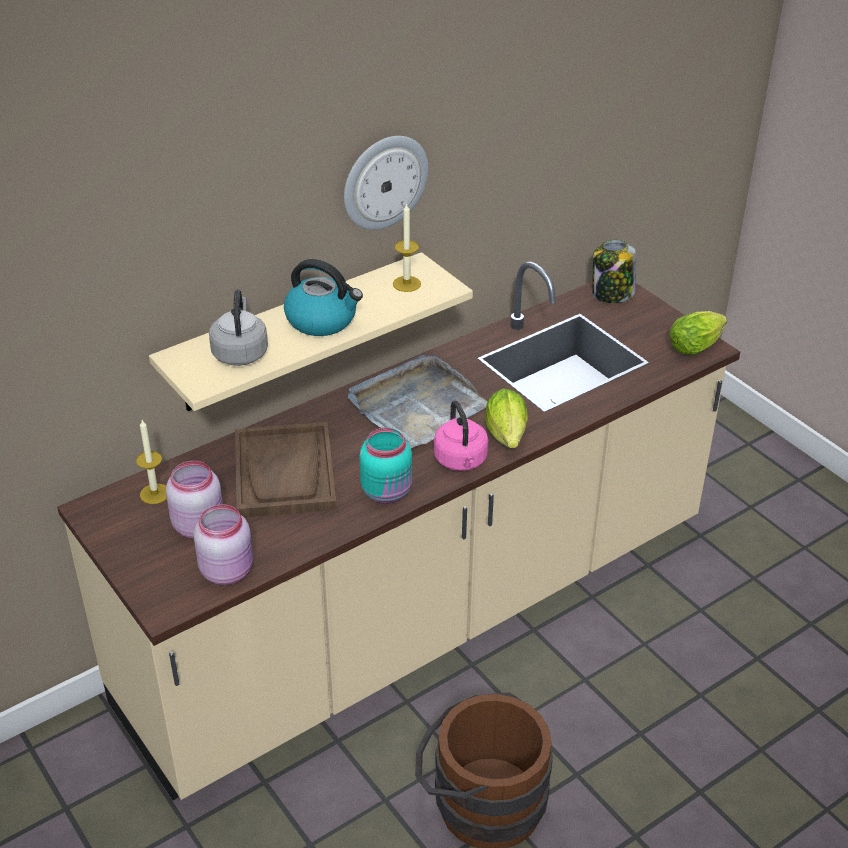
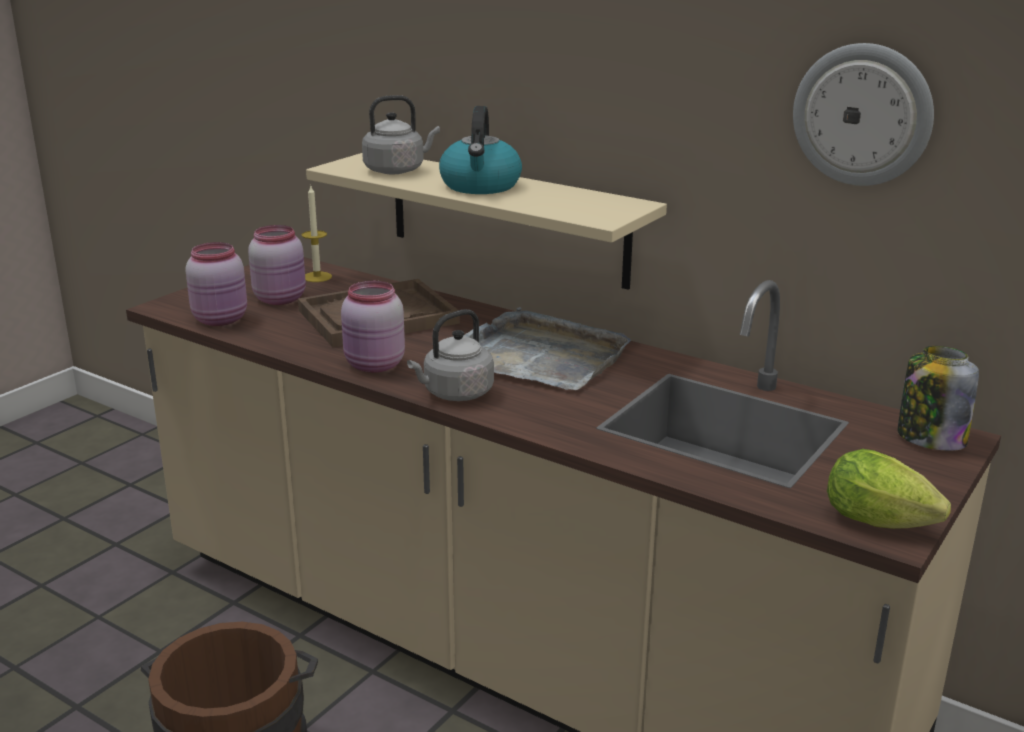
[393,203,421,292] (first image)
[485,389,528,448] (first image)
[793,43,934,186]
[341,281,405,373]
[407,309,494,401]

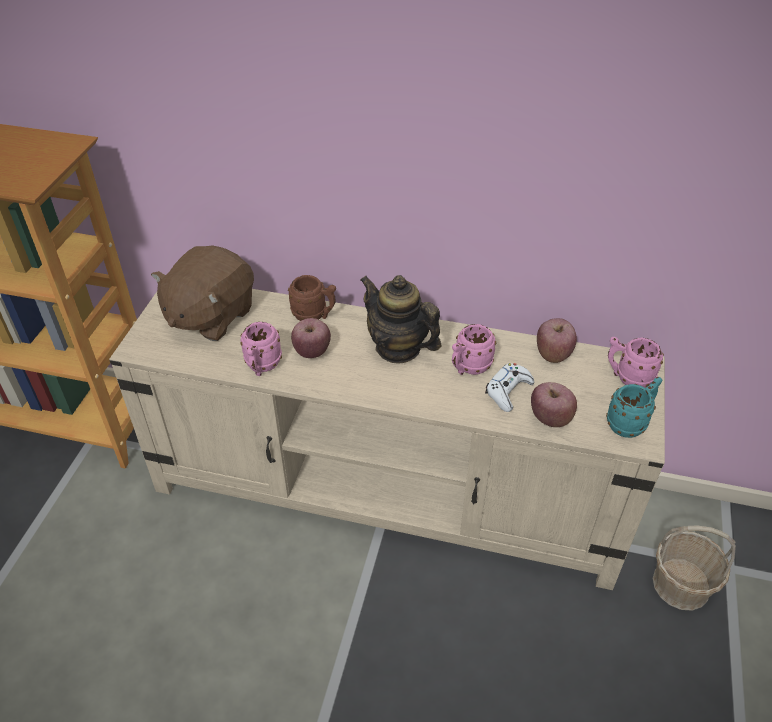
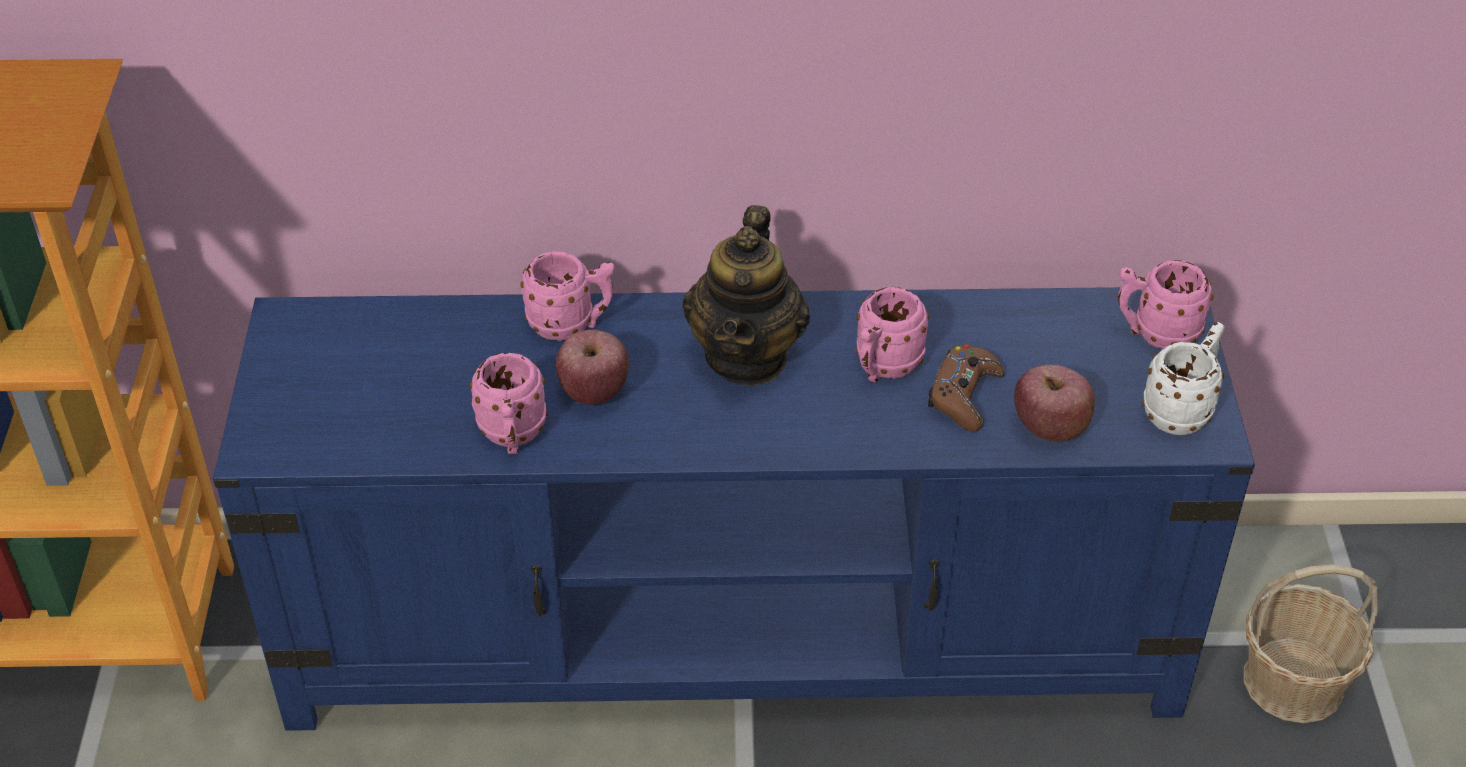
[151,245,254,341] (first image)
[537,318,577,363] (first image)
[213,287,1255,731]
[520,251,615,341]
[928,344,1005,432]
[1142,322,1224,435]
[682,205,810,385]

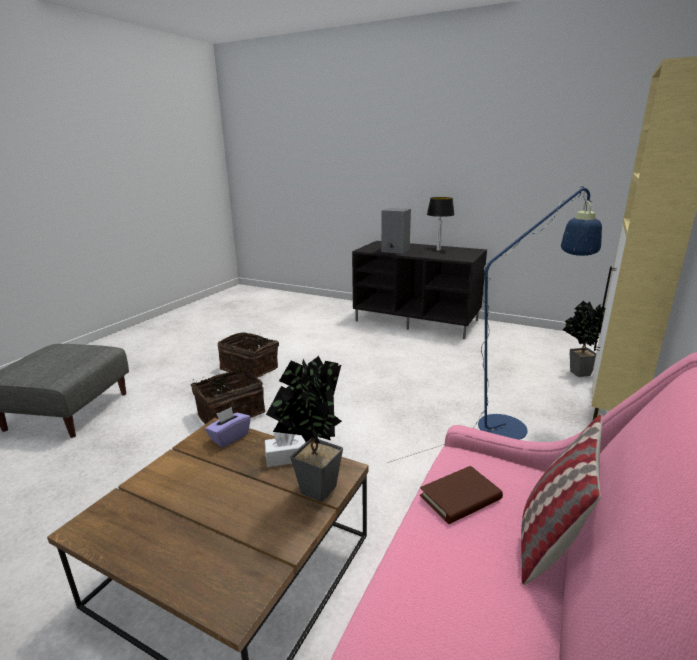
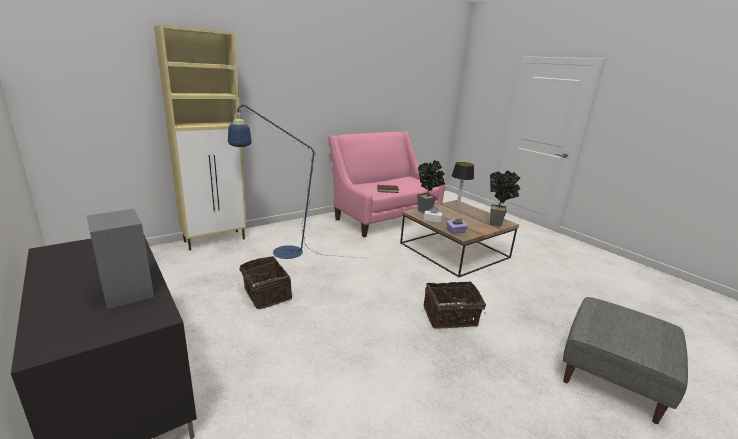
[521,415,603,585] (first image)
[240,256,292,309]
[451,162,474,205]
[490,171,520,226]

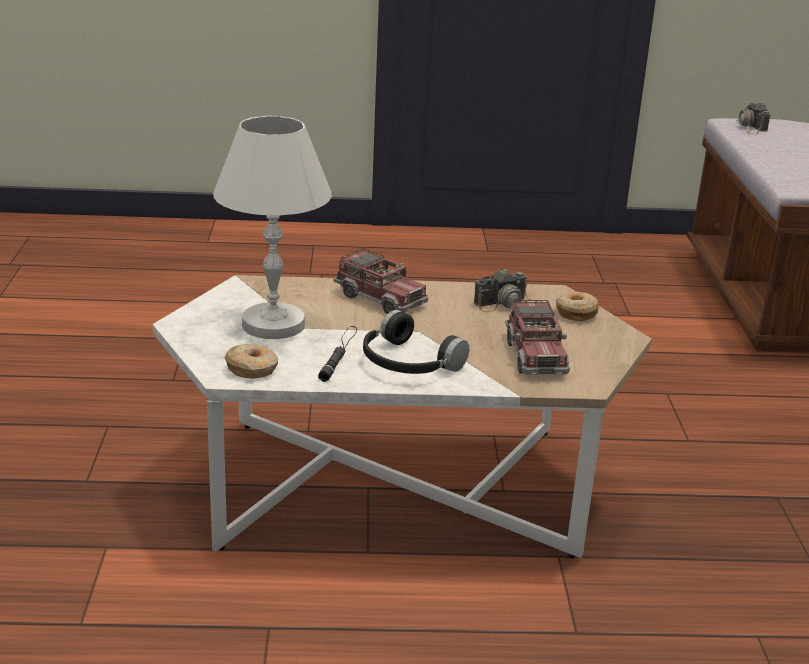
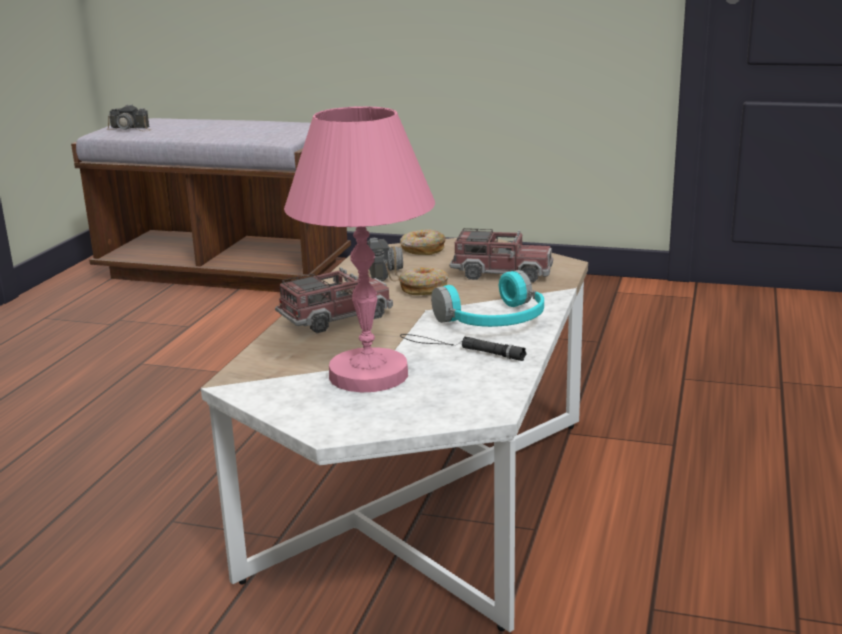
[399,267,448,295]
[284,106,435,392]
[431,270,544,327]

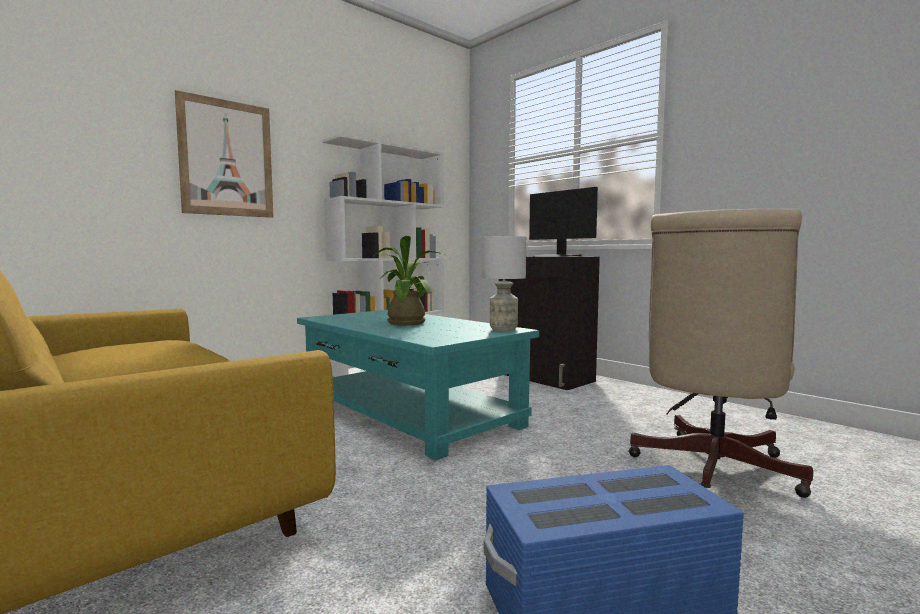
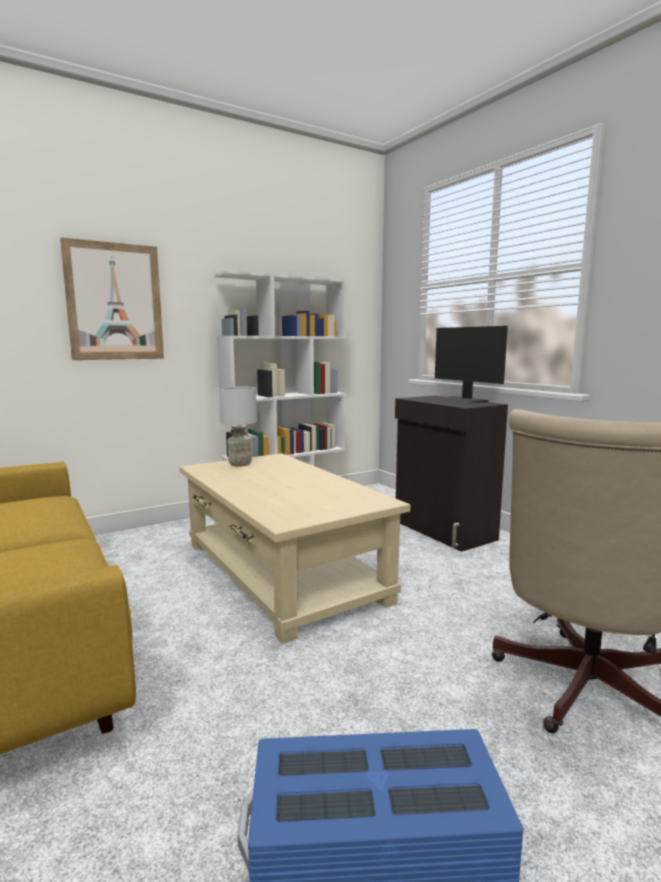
[373,235,445,326] (first image)
[219,386,257,467]
[179,453,410,644]

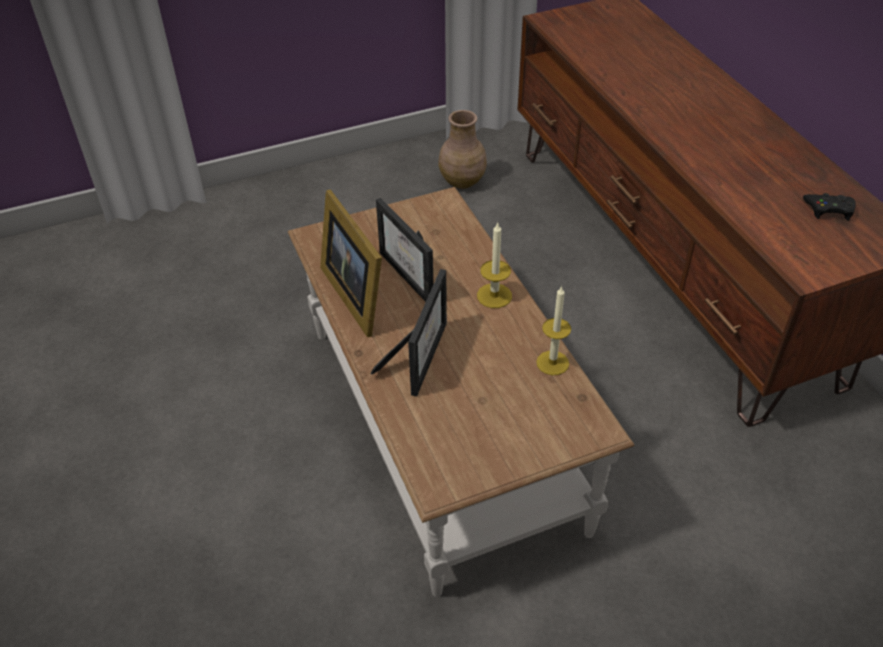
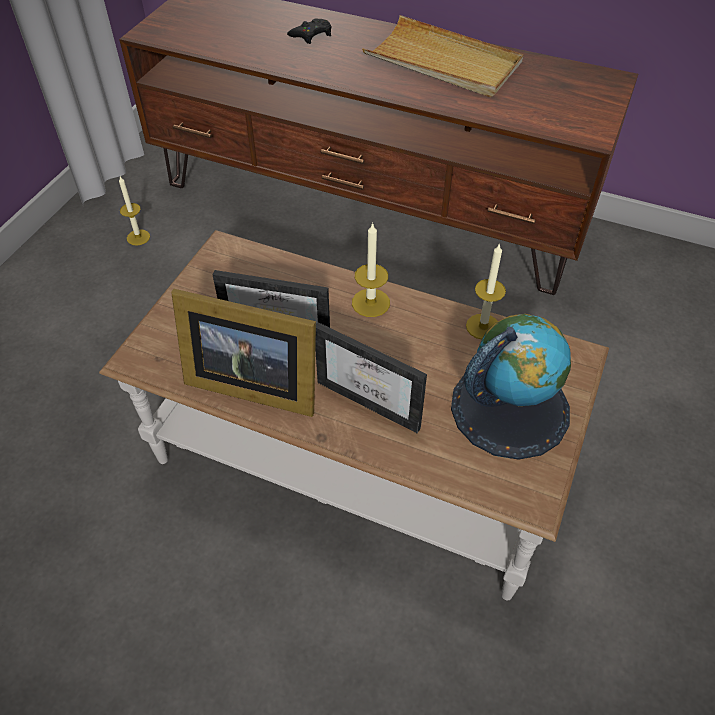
[362,15,524,97]
[451,314,571,460]
[287,18,331,44]
[119,177,150,245]
[315,322,427,433]

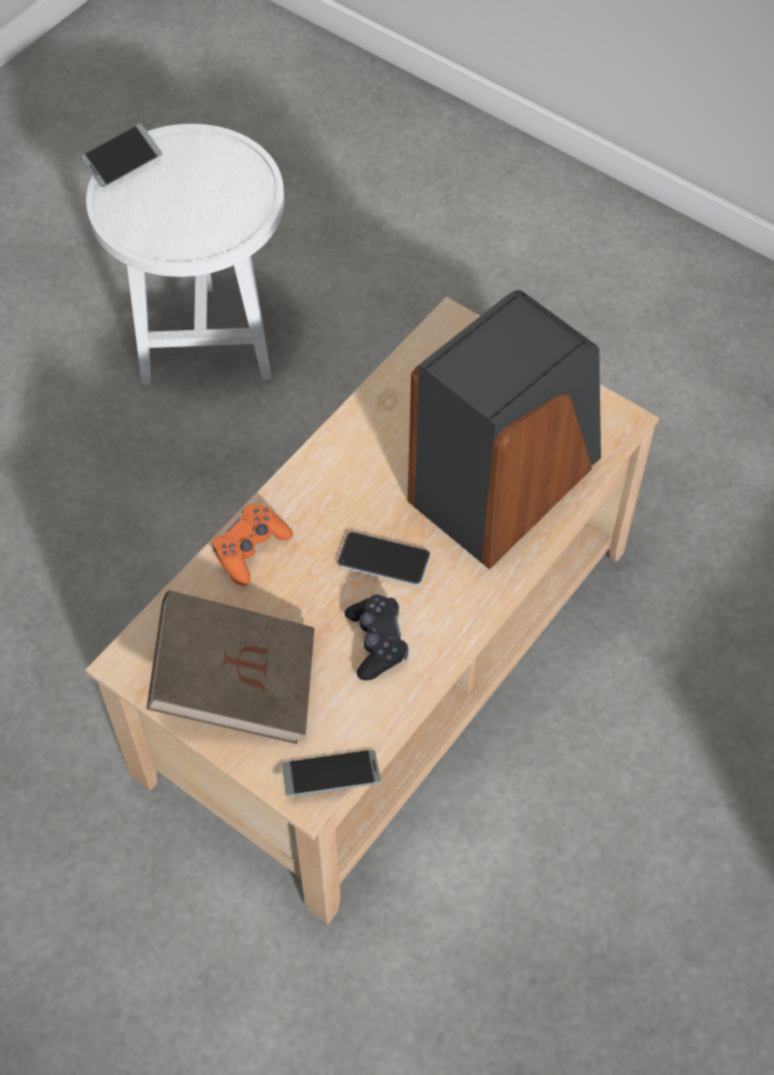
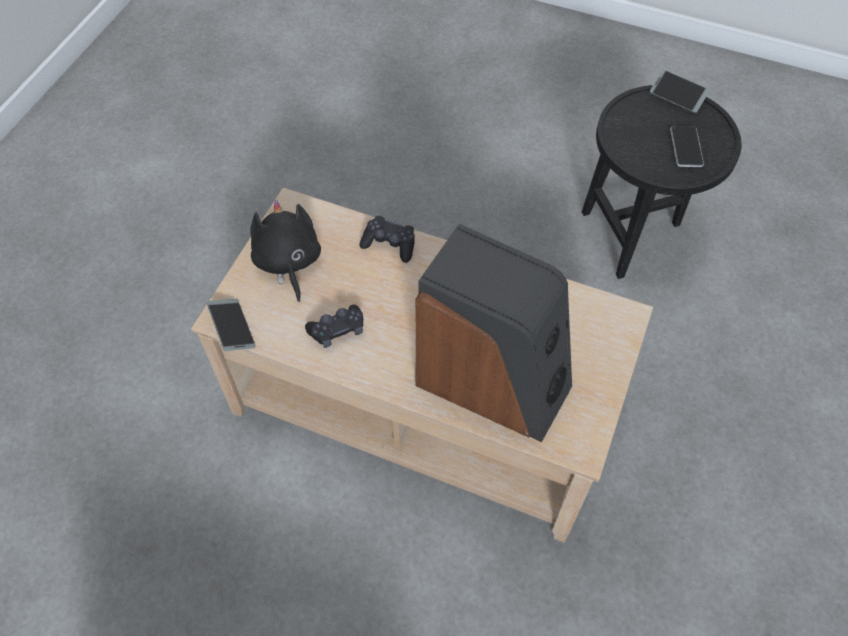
[670,126,704,167]
[250,200,321,302]
[582,85,741,279]
[359,216,415,263]

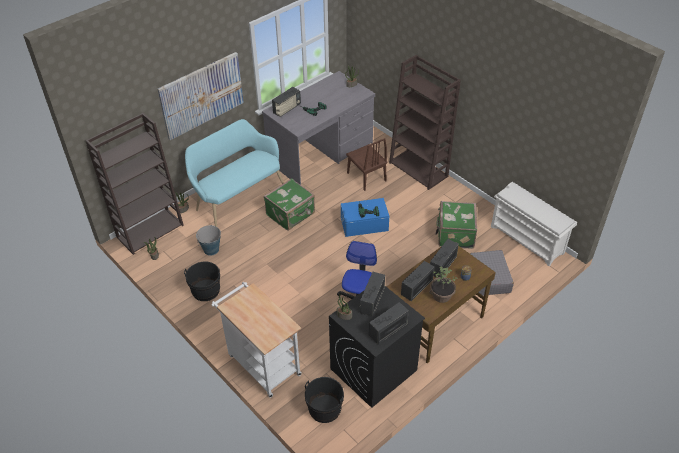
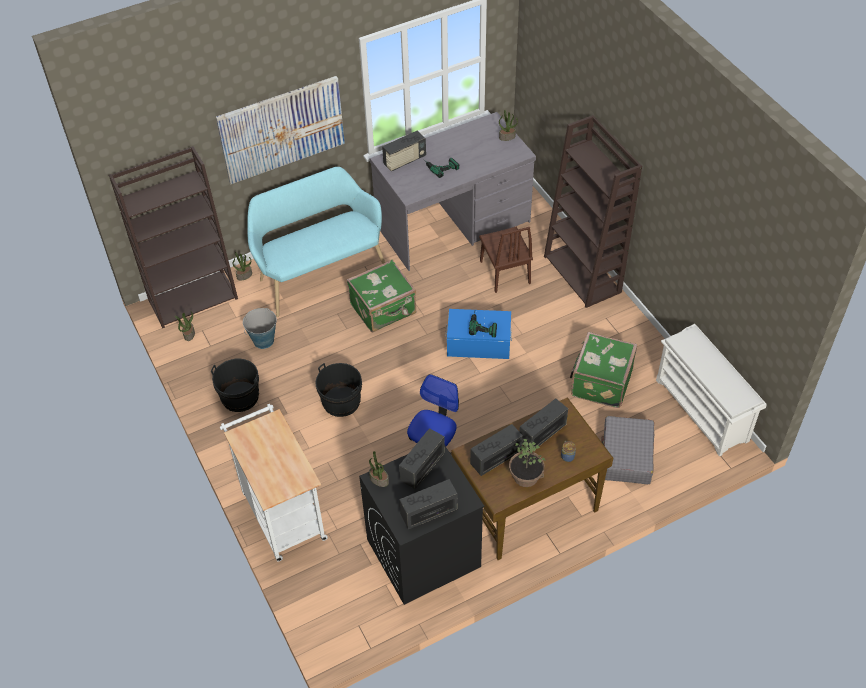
[315,363,362,417]

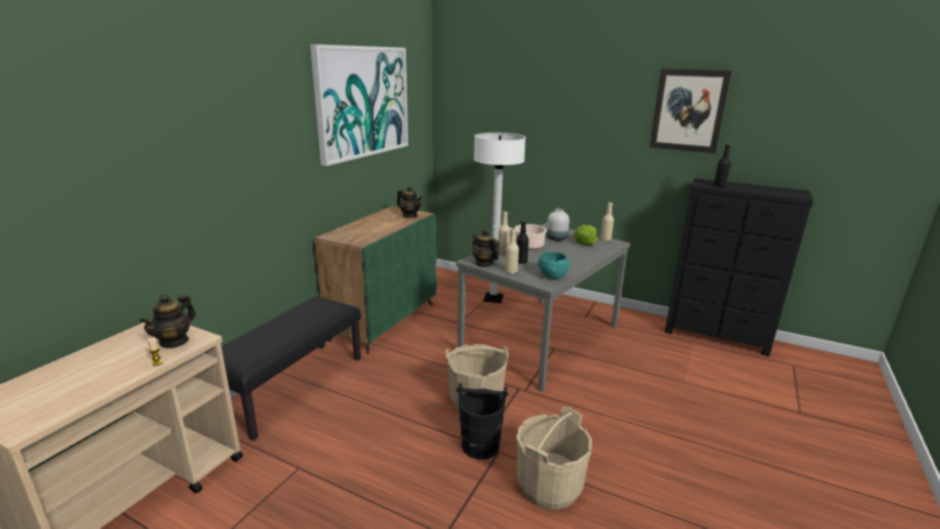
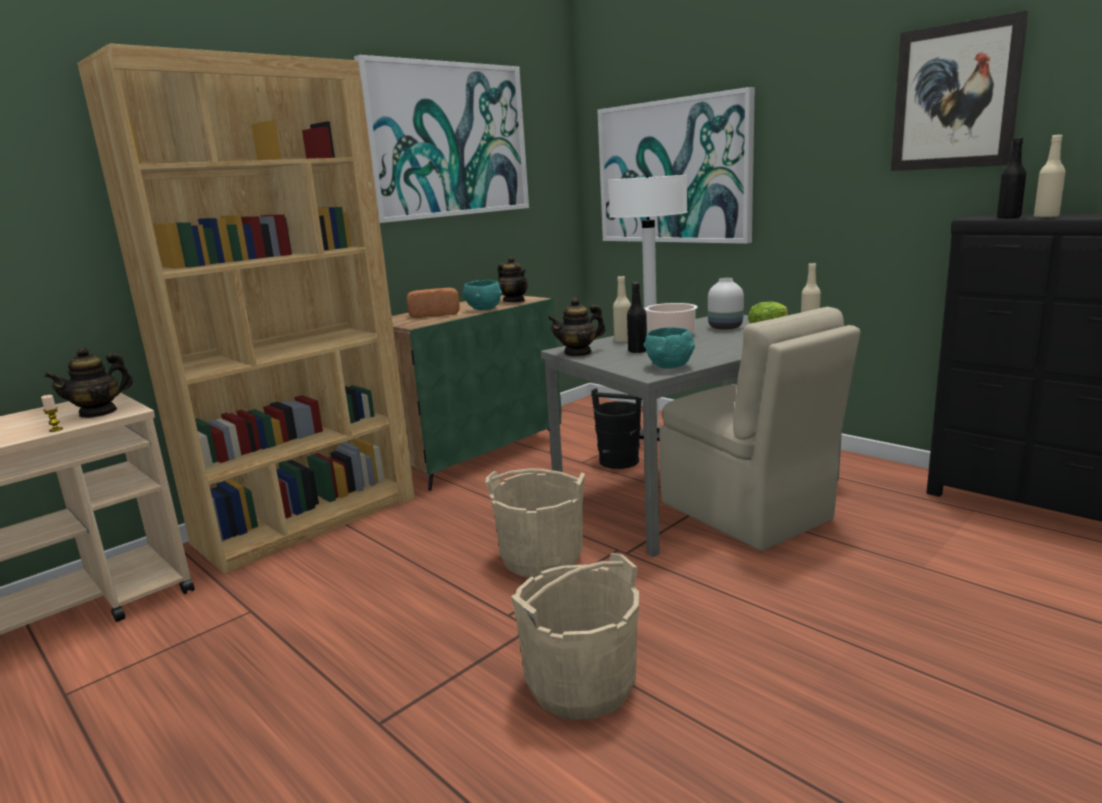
[407,288,460,318]
[463,280,502,310]
[598,87,755,244]
[660,307,861,551]
[591,388,642,469]
[1034,135,1066,218]
[77,43,415,574]
[547,297,605,357]

